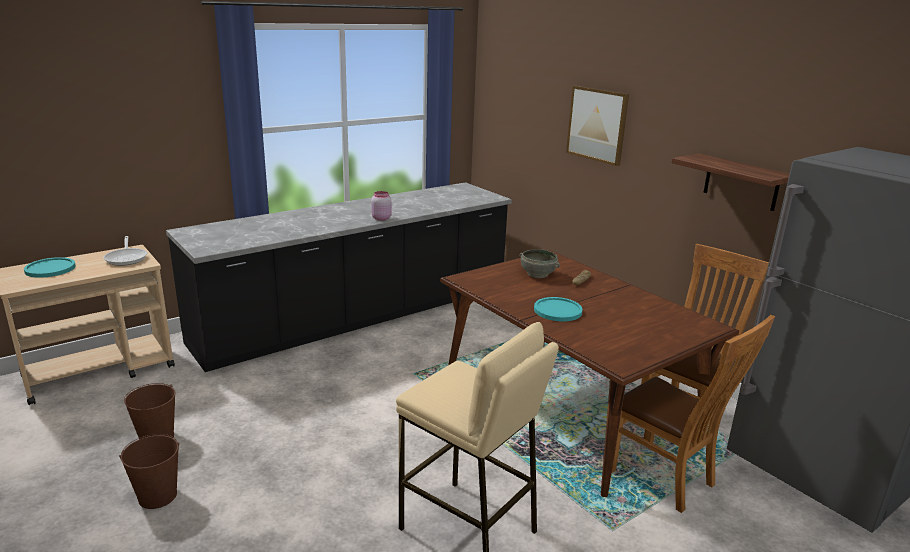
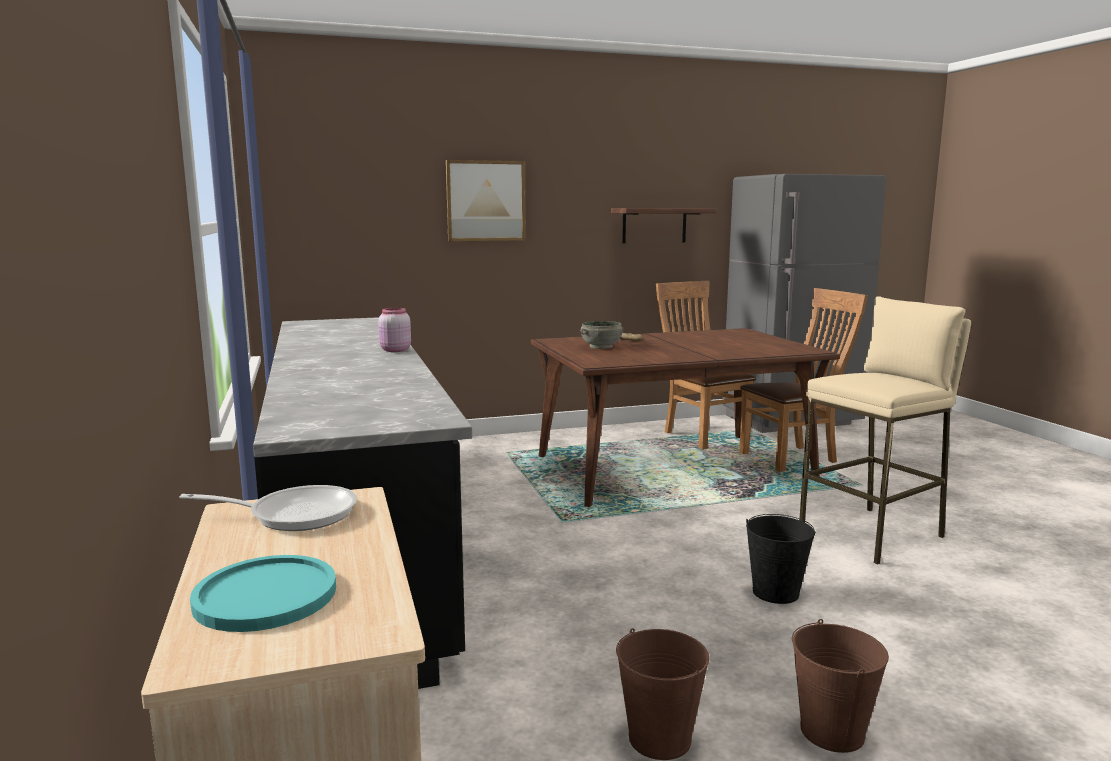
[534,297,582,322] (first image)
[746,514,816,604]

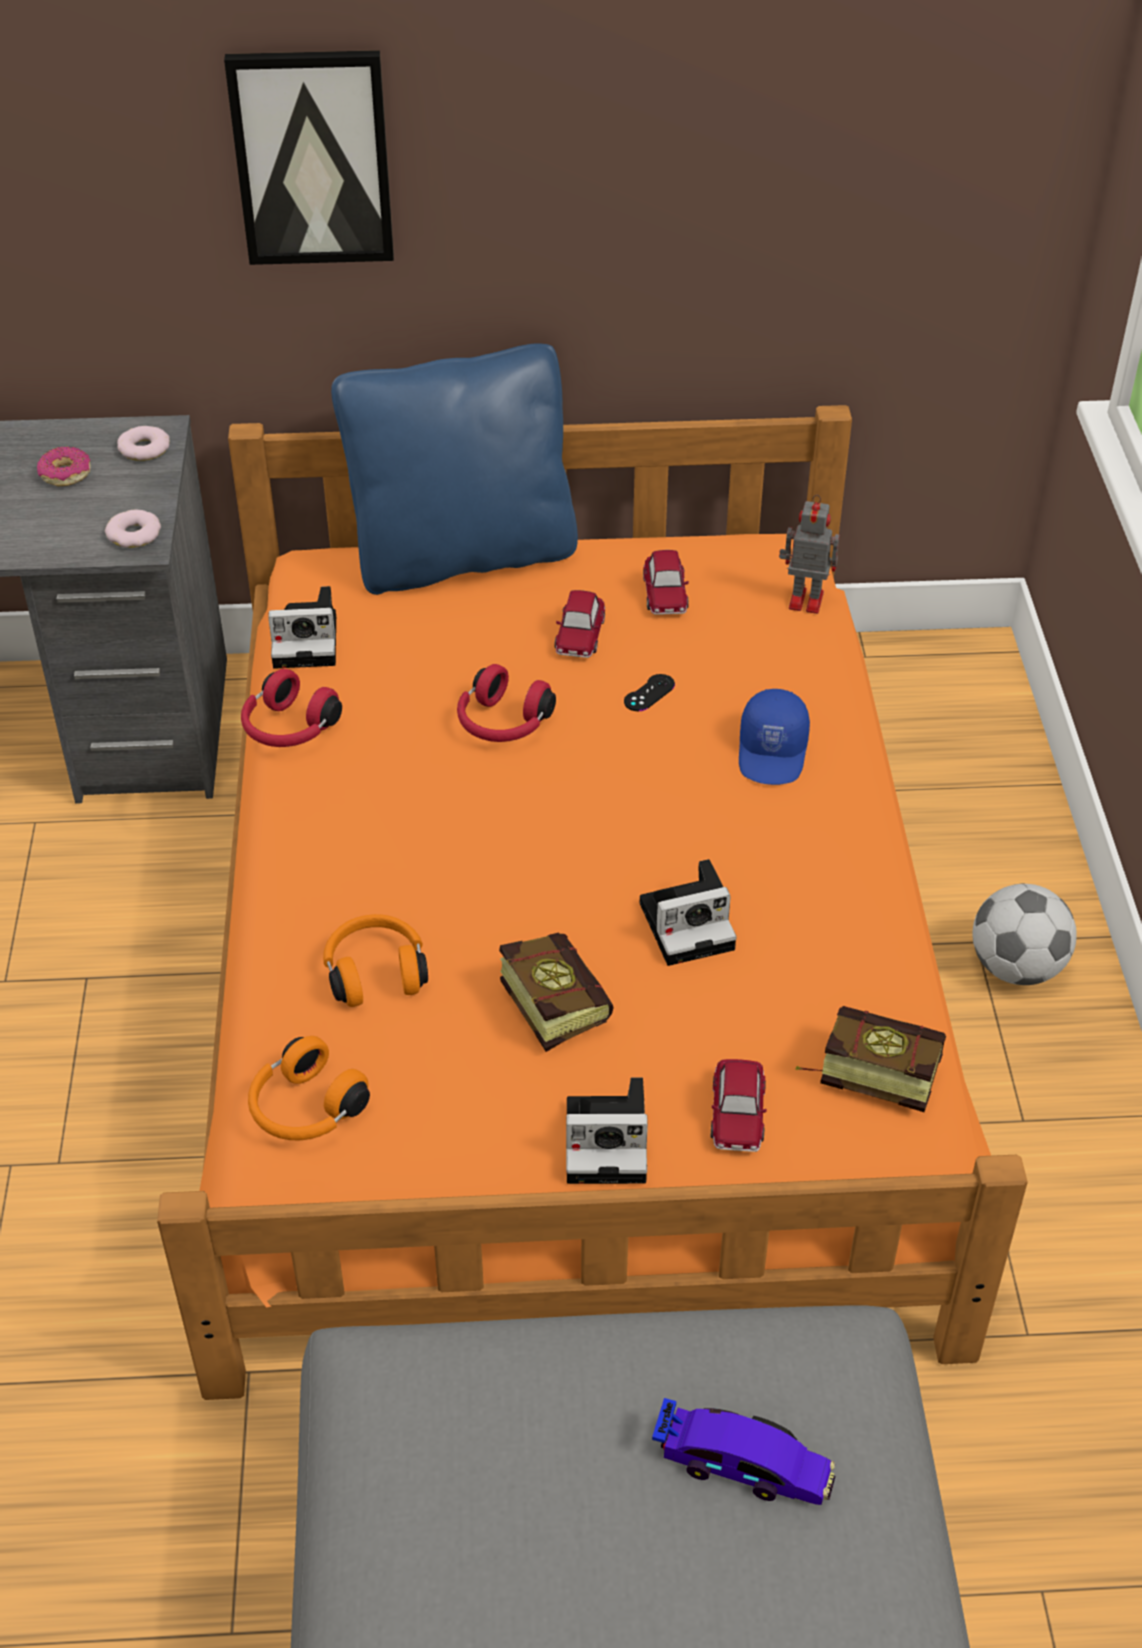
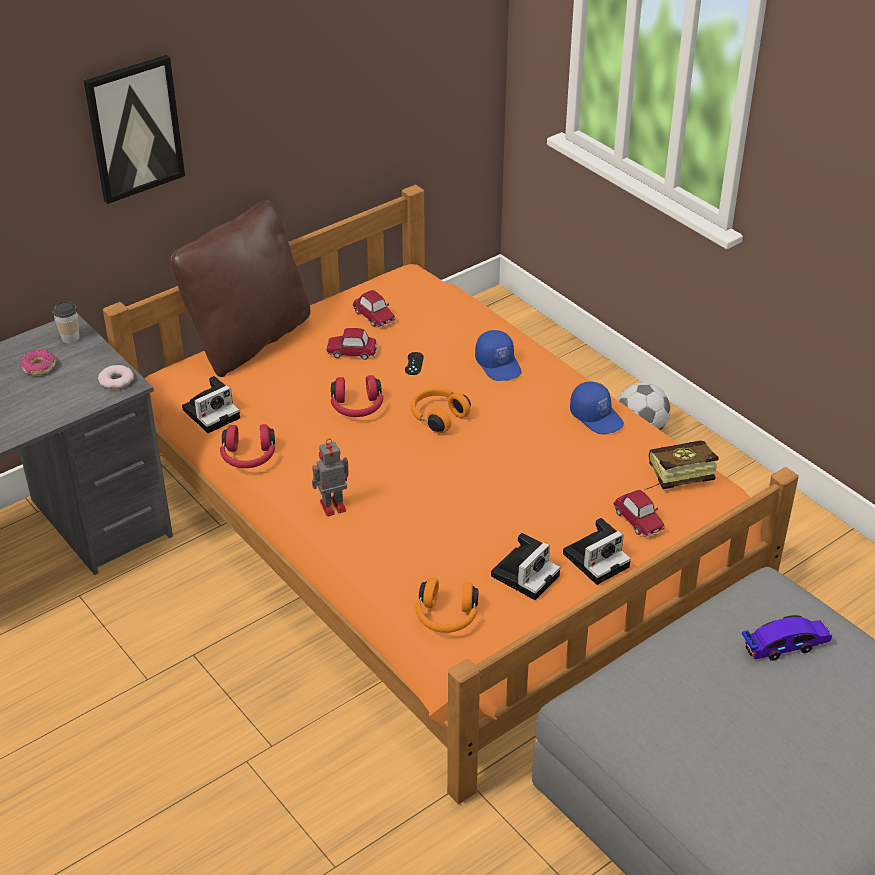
[499,933,614,1052] (first image)
[570,382,624,434]
[411,388,471,433]
[491,533,560,600]
[312,439,349,516]
[53,301,79,343]
[170,200,311,377]
[326,328,377,360]

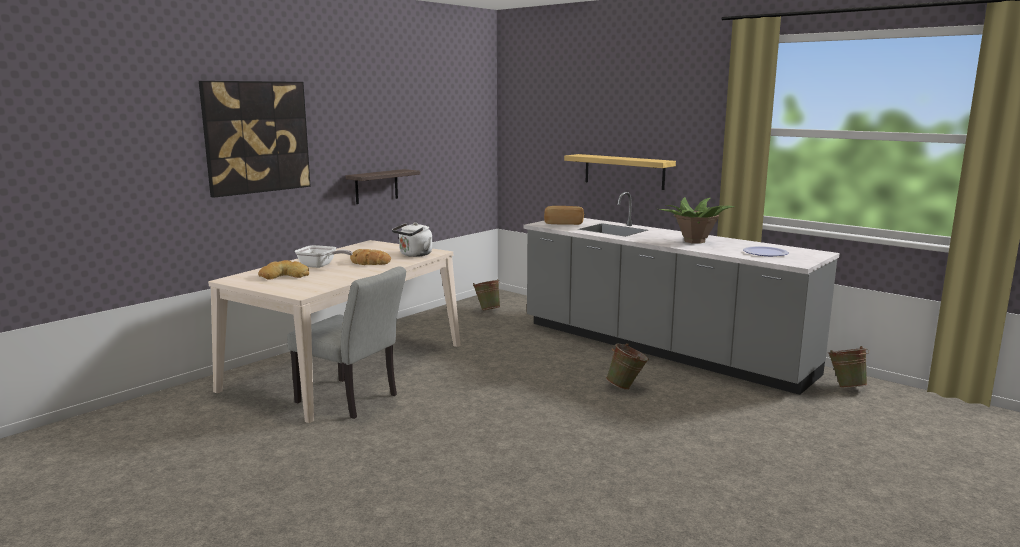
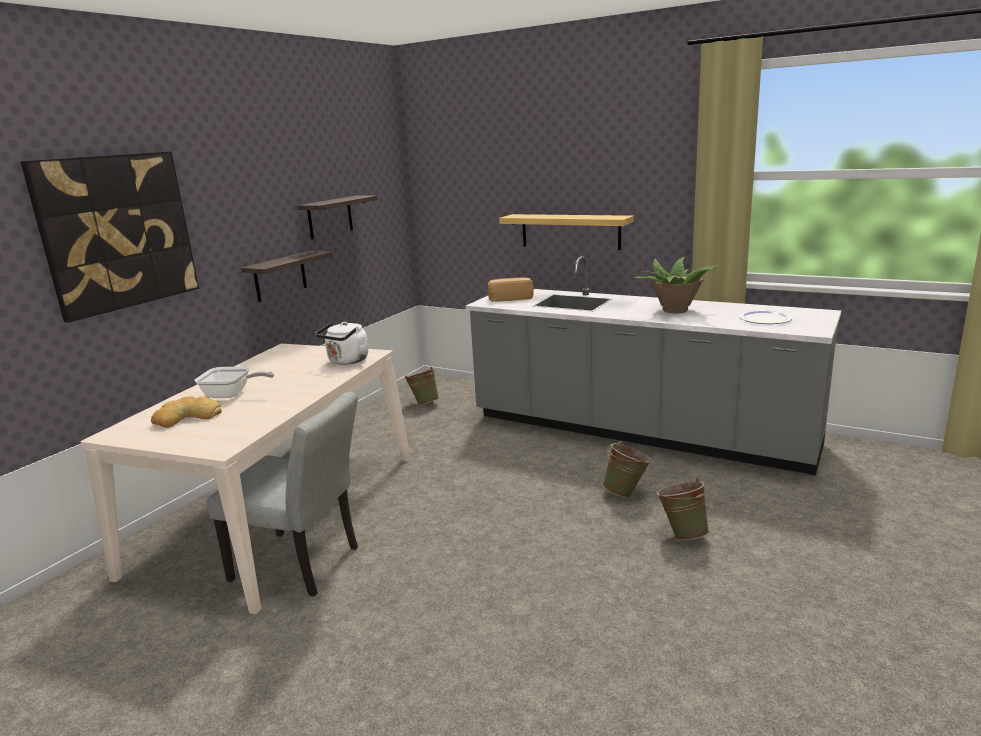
[350,249,391,265] (first image)
[297,196,378,239]
[657,479,709,540]

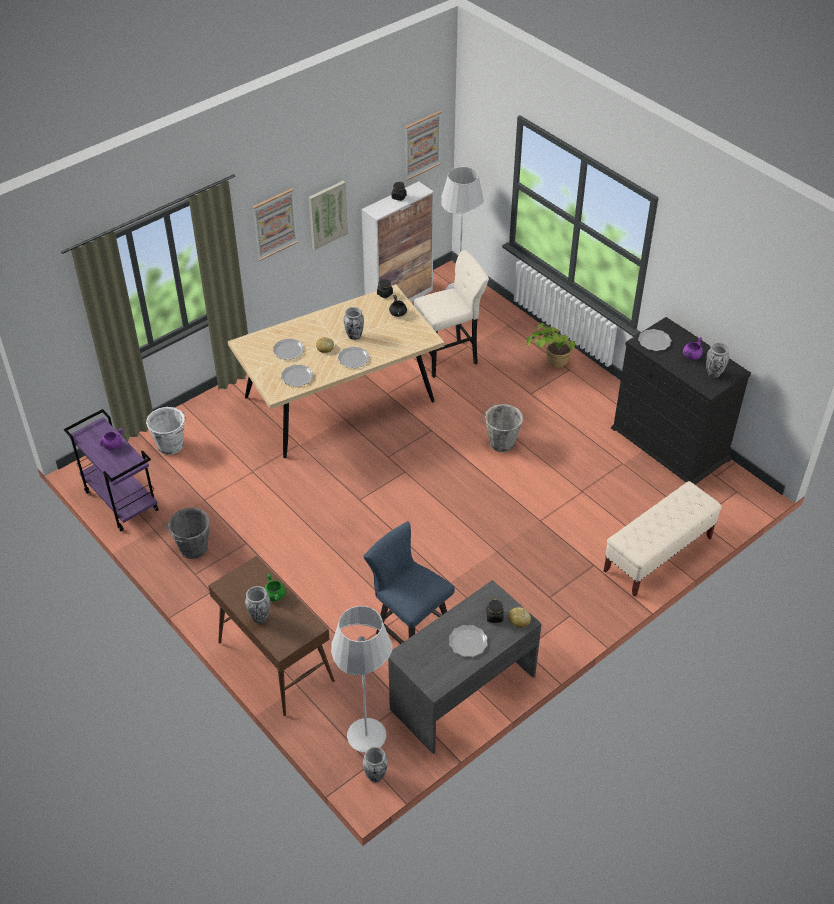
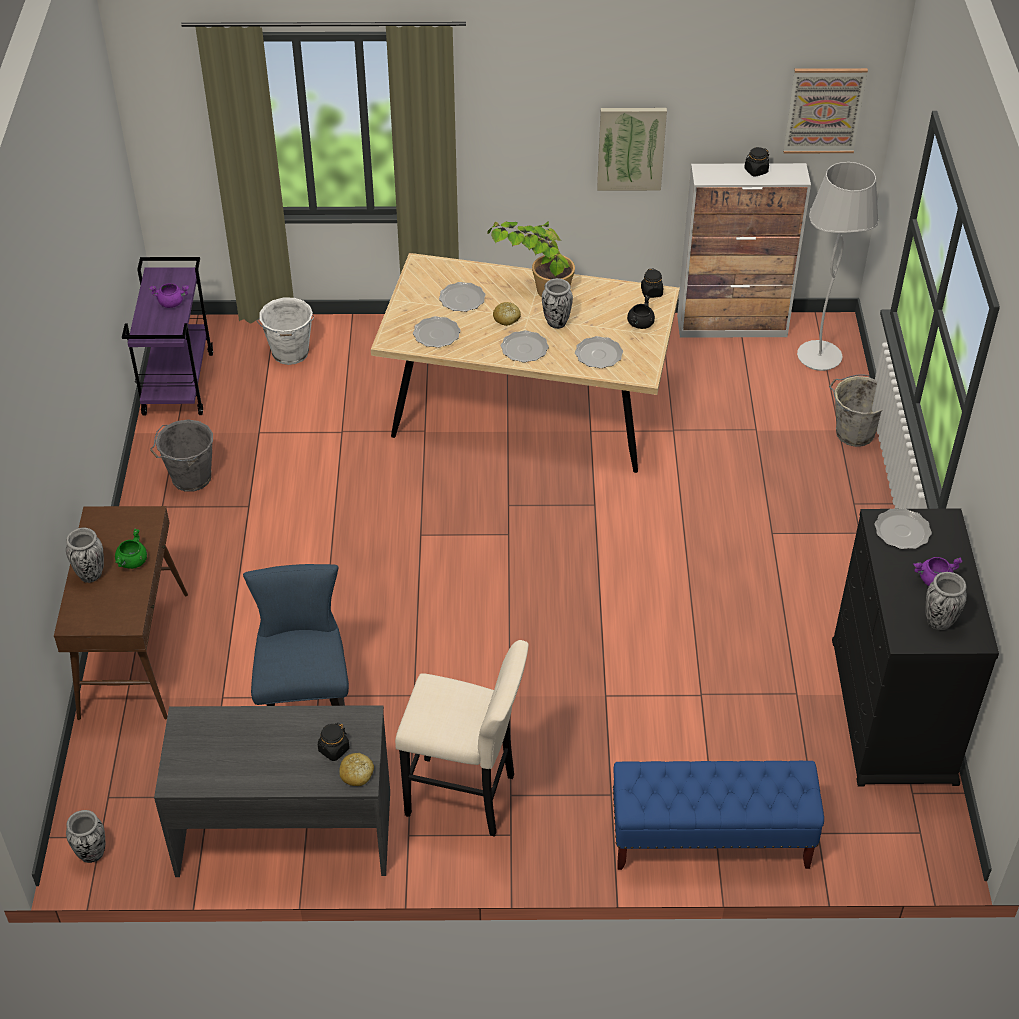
[252,188,298,261] (first image)
[331,606,392,753] (first image)
[395,640,529,837]
[575,336,623,368]
[829,374,882,447]
[487,221,575,297]
[613,761,824,870]

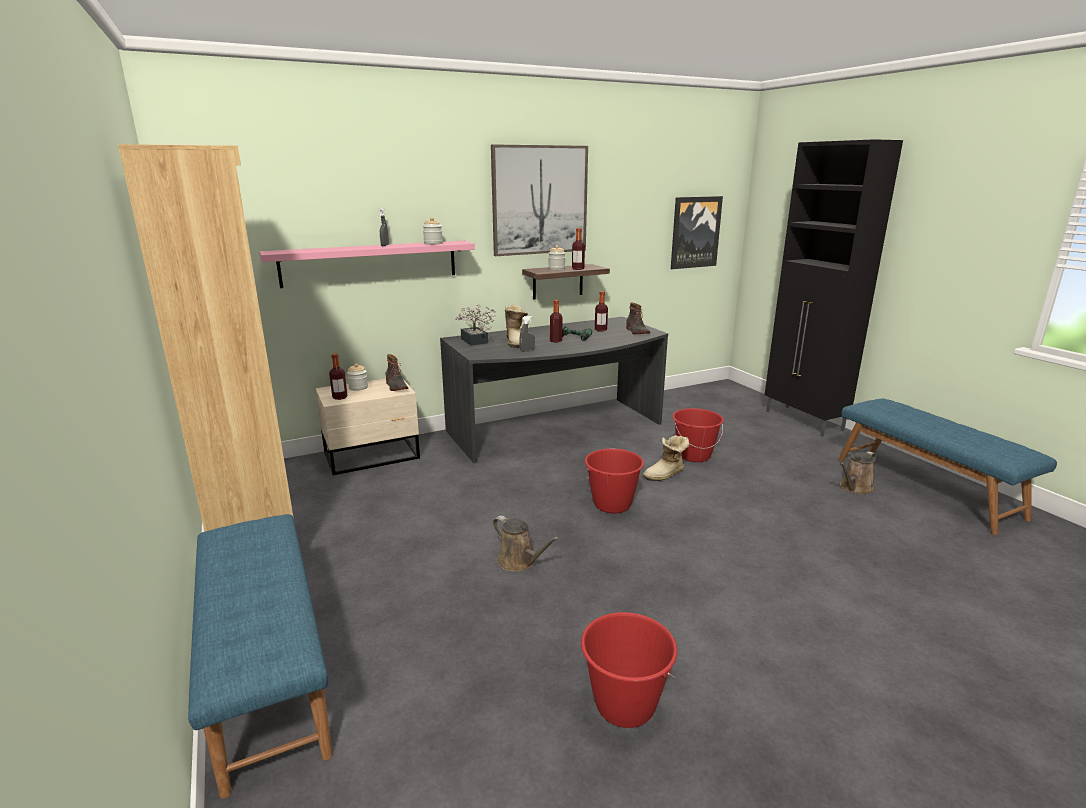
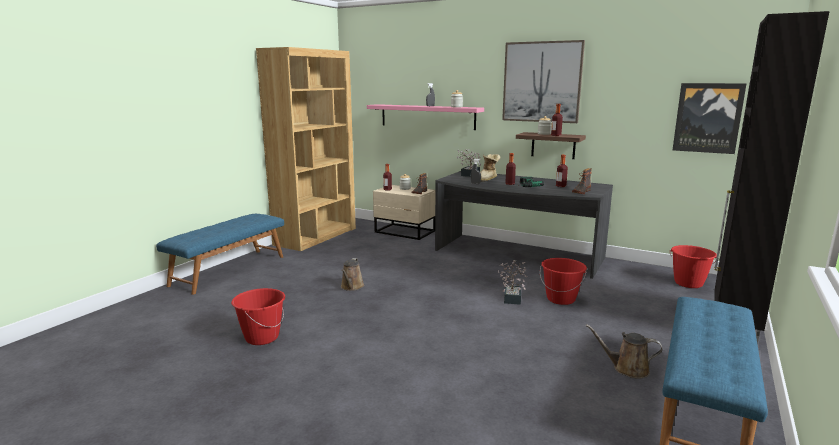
[670,245,717,288]
[498,260,527,305]

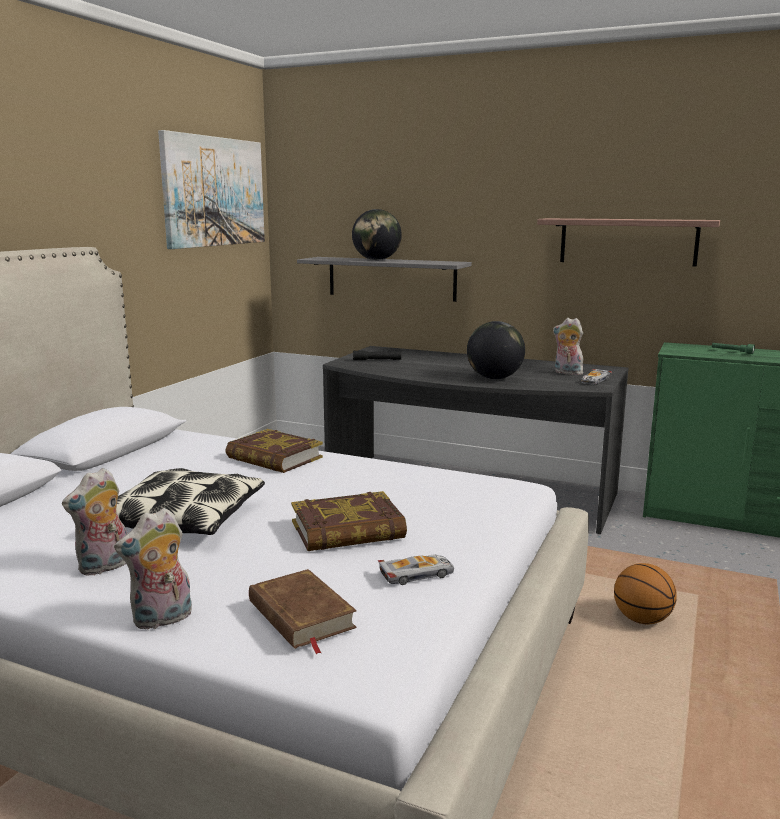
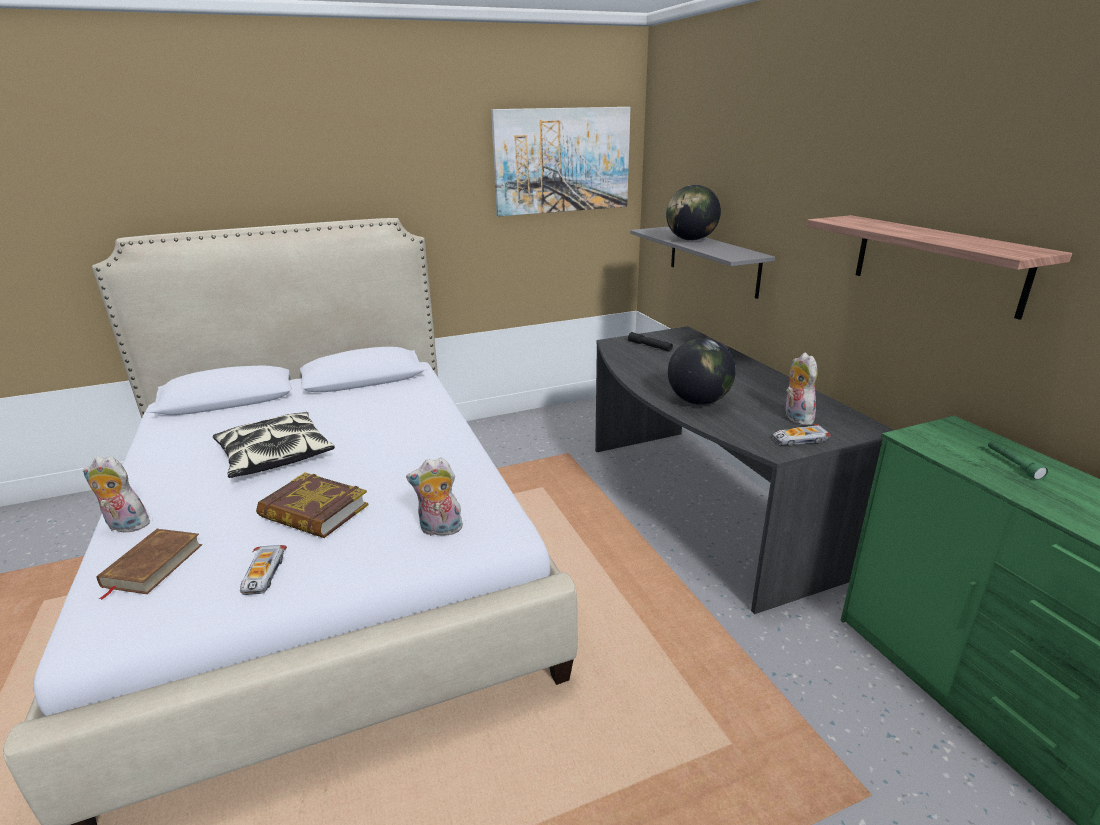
[225,429,323,473] (first image)
[614,563,677,624] (first image)
[406,458,463,536]
[240,545,287,595]

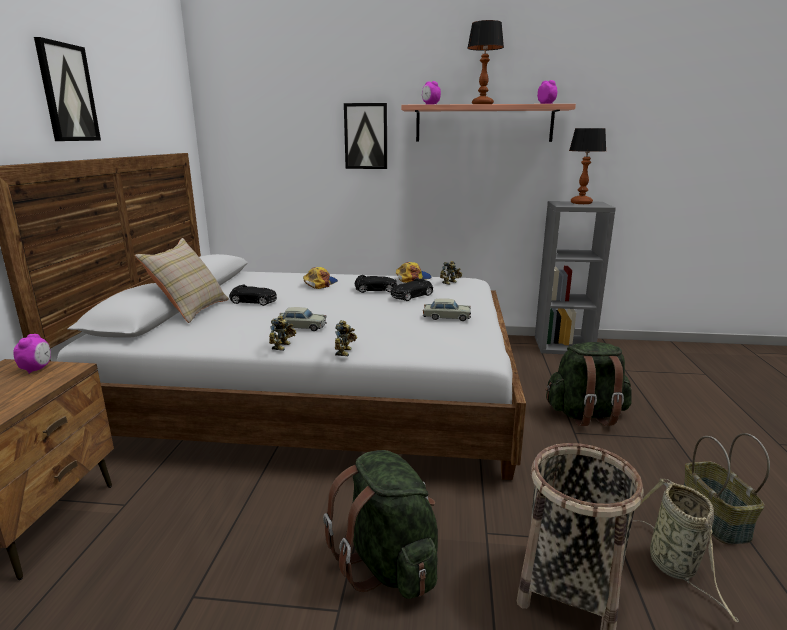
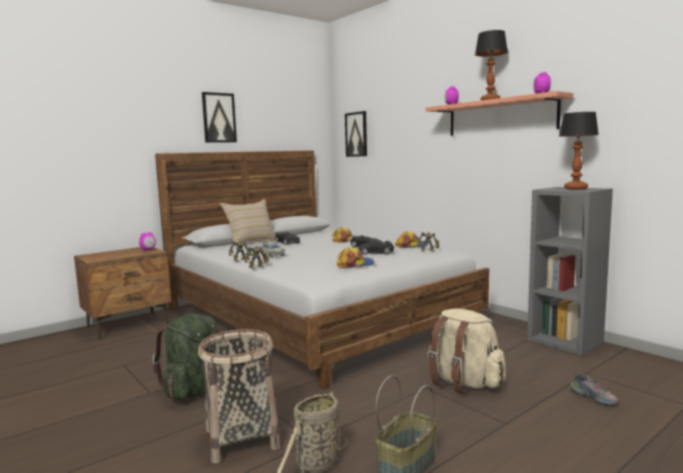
[570,372,618,406]
[345,111,367,157]
[337,247,374,268]
[428,309,506,394]

